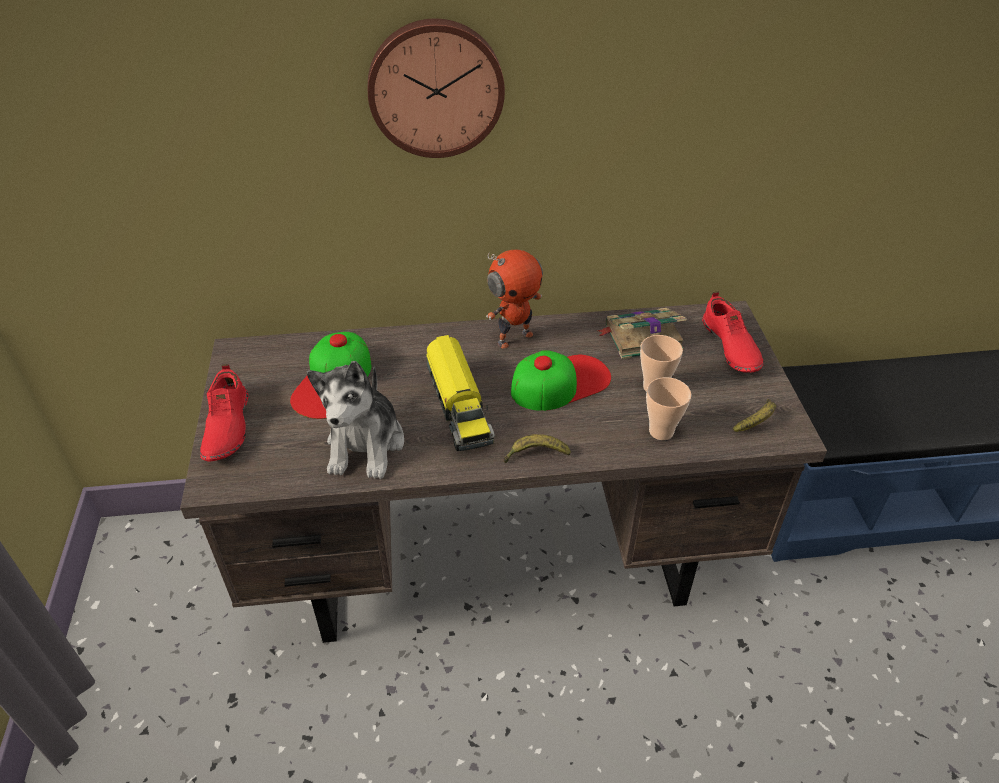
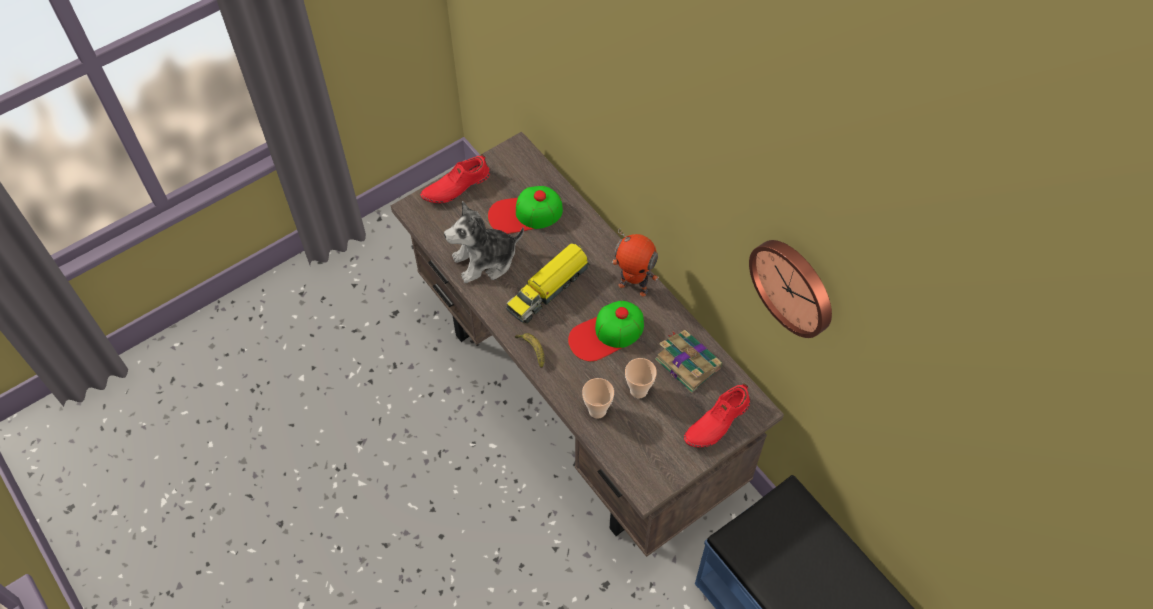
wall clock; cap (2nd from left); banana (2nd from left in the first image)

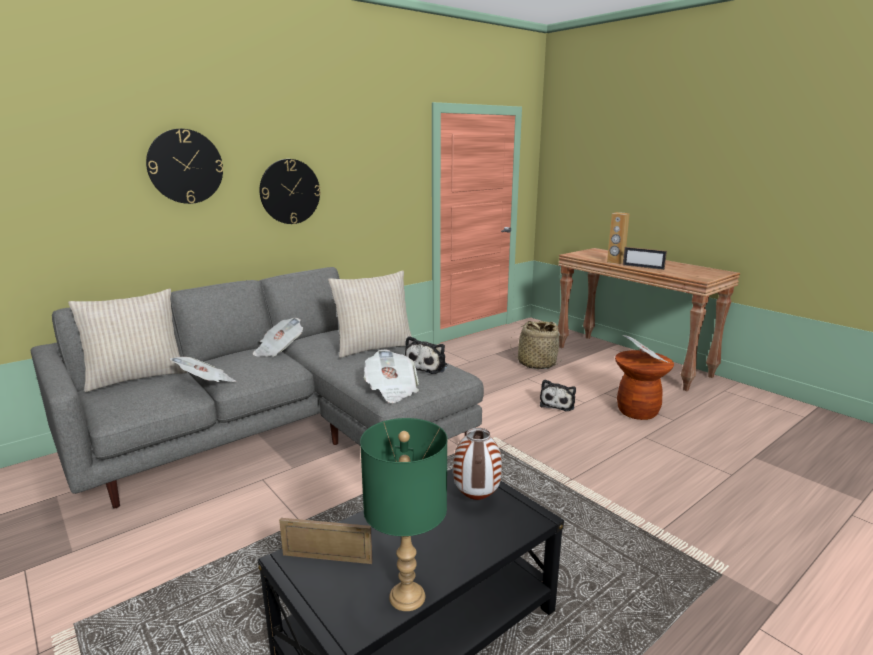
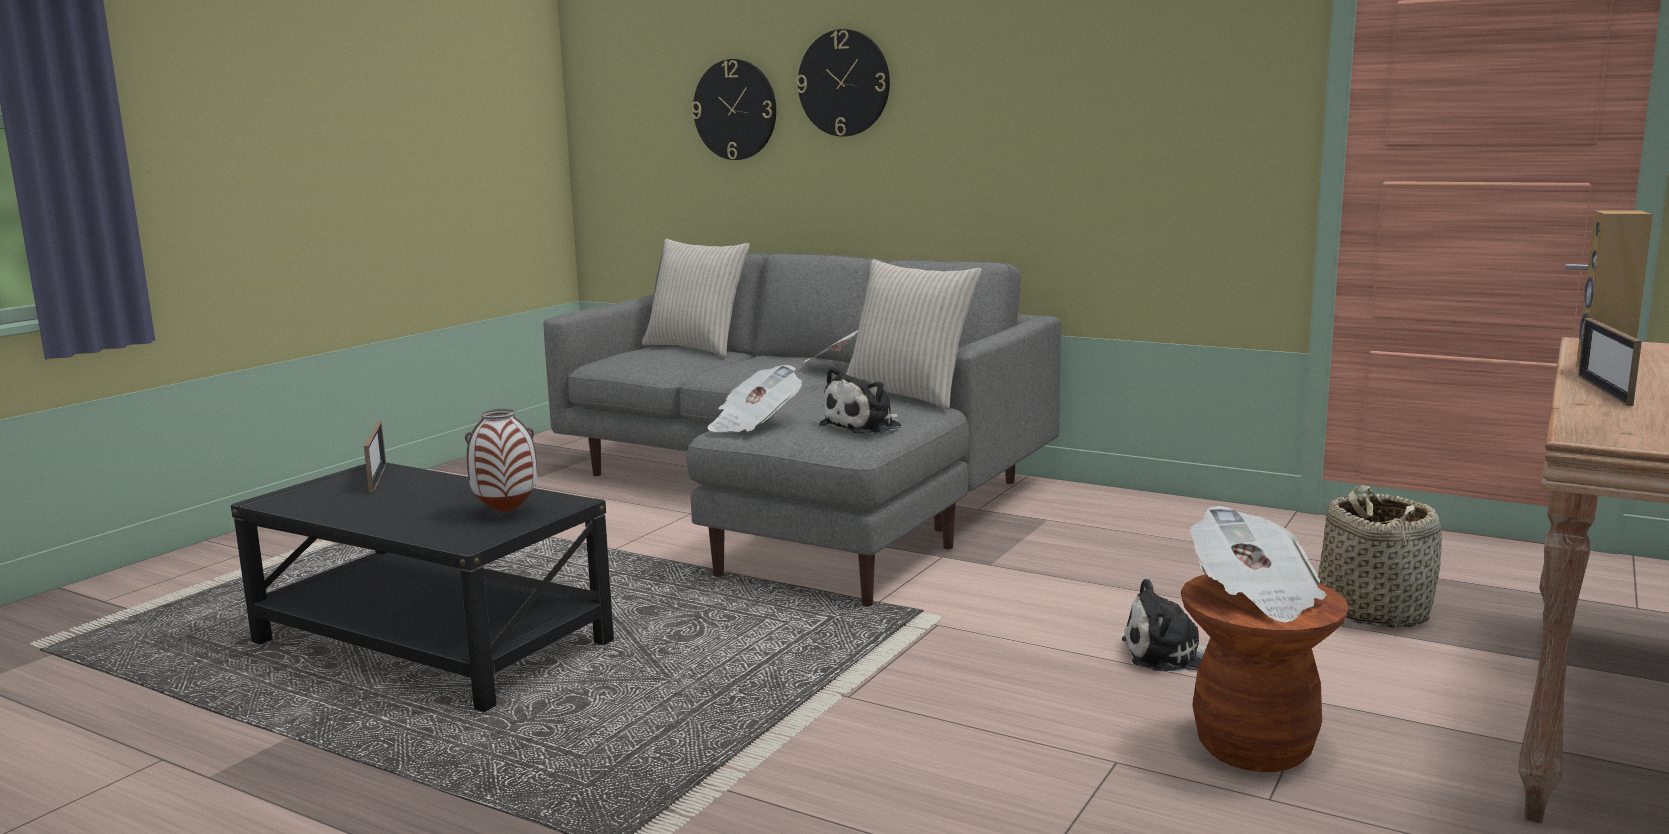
newspaper (1st from left in the first image); wall clock (1st from left); green table lamp; plush toy (1st from left)

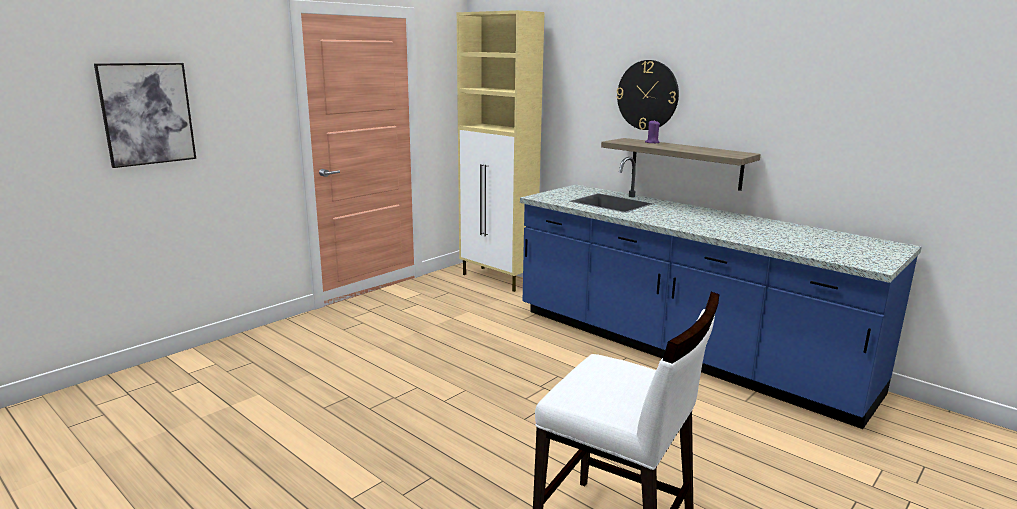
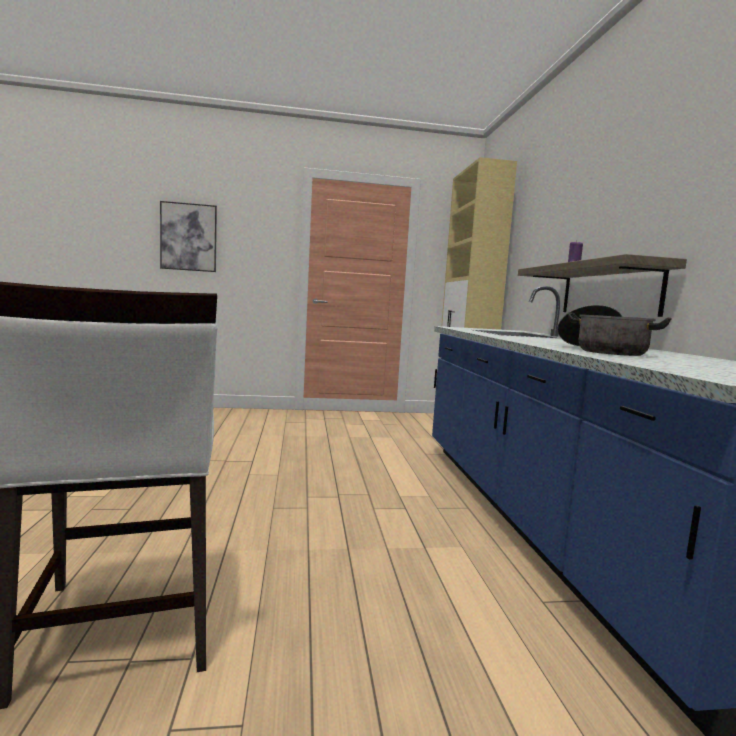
wall clock; cooking pot

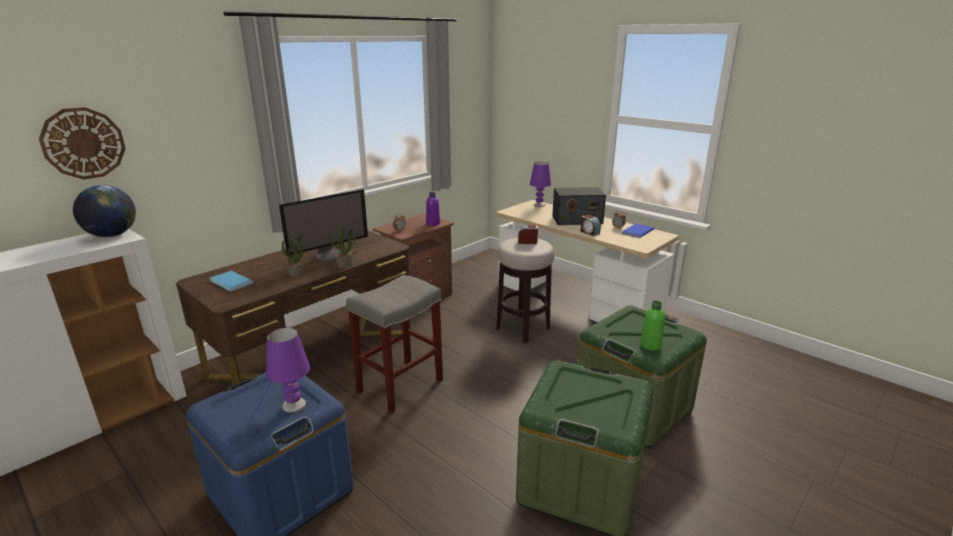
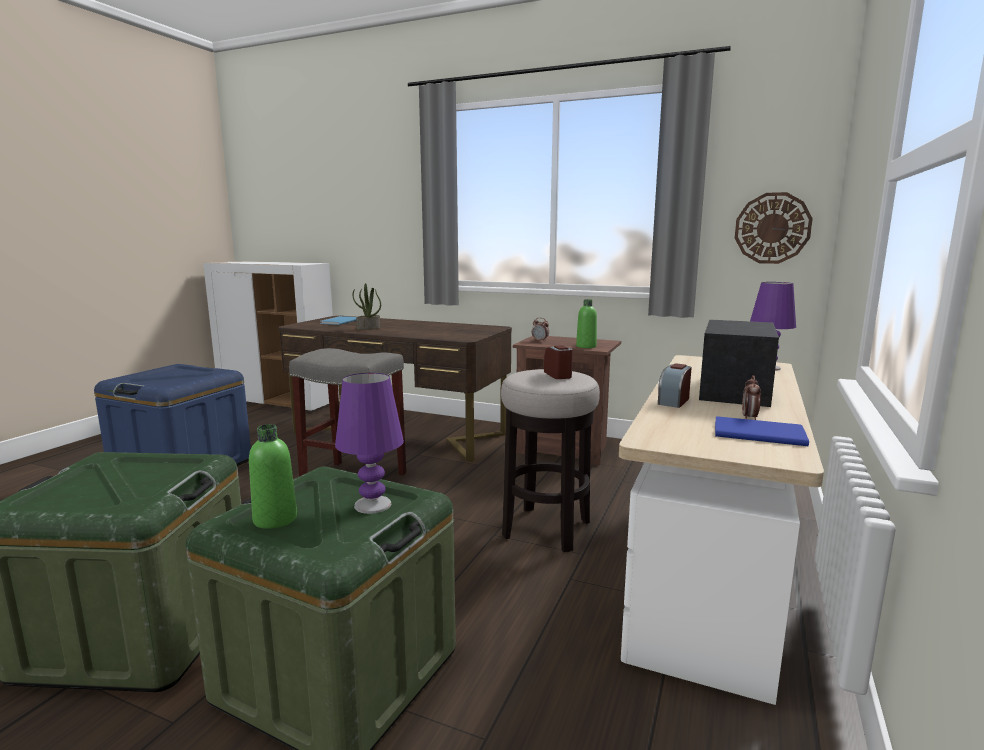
wall clock; globe; purple table lamp (1st from left); monitor; potted plant (2nd from left in the first image); green bottle (2nd from left); radio

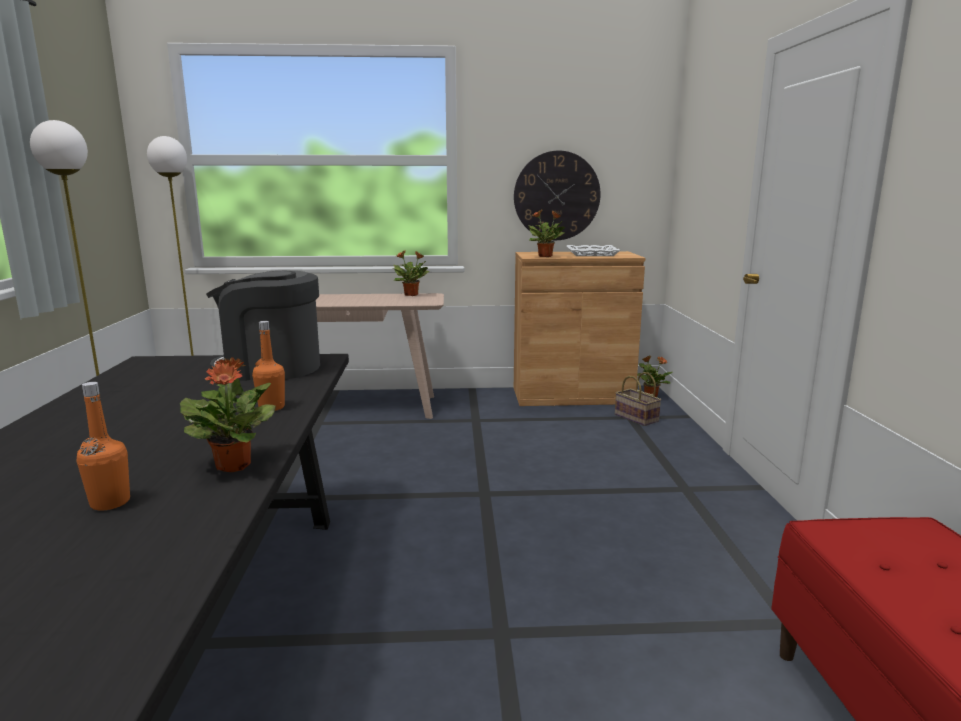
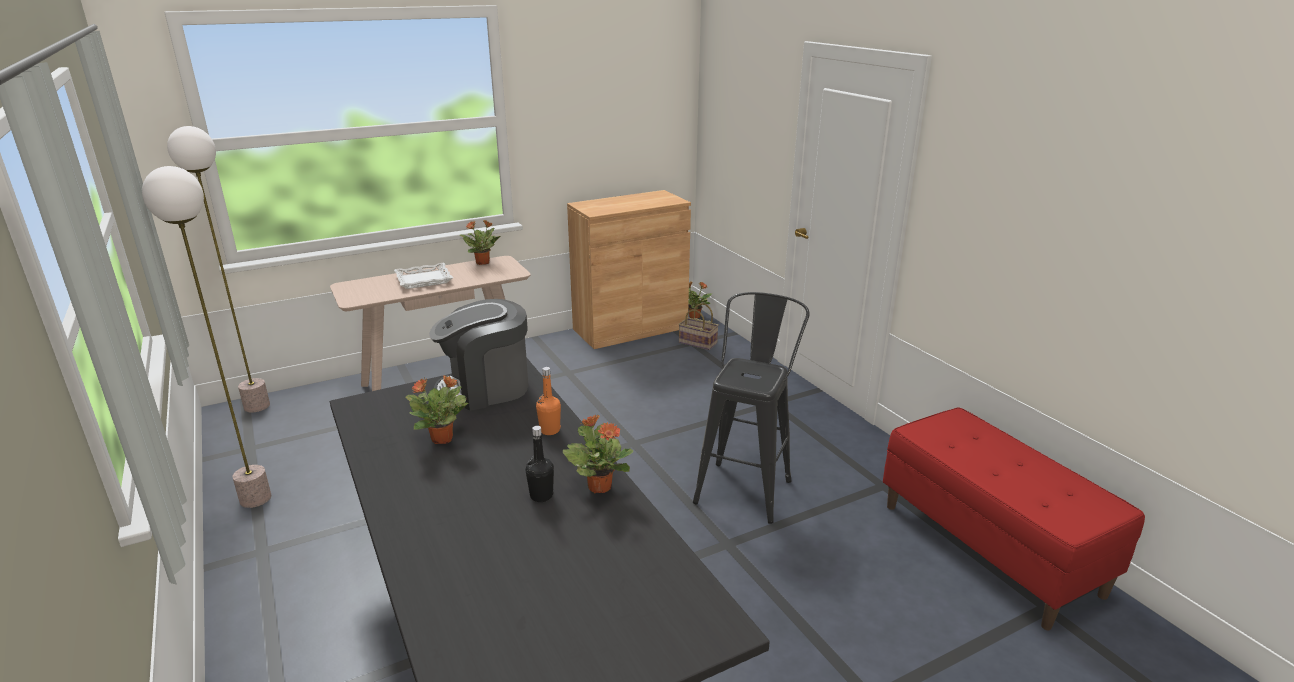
orange bottle (1st from left in the first image); wall clock; potted plant (1st from left); white tray; black bottle; black stool

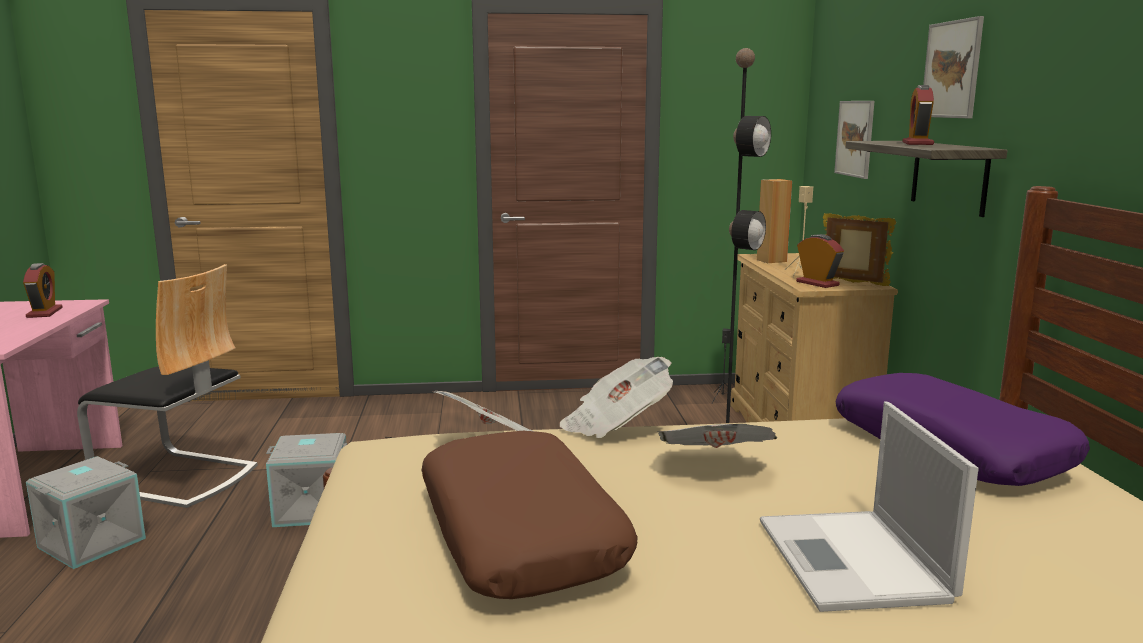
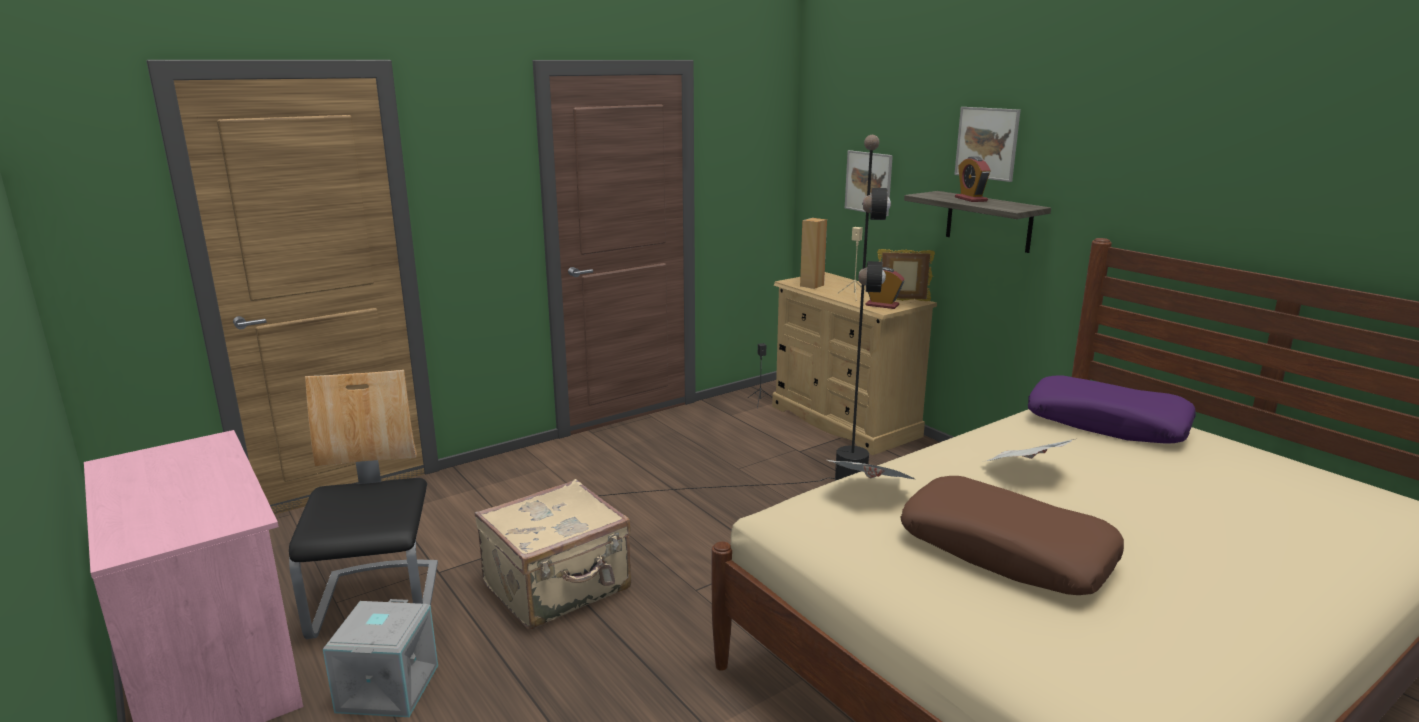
alarm clock (1st from left in the first image); chair; beige suitcase; newspaper (2nd from left in the first image); laptop

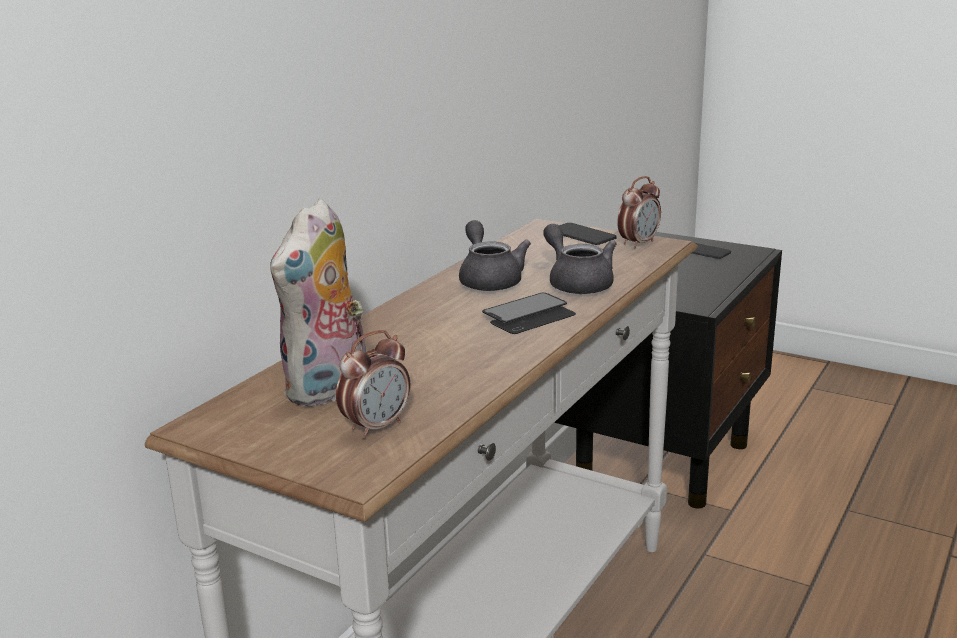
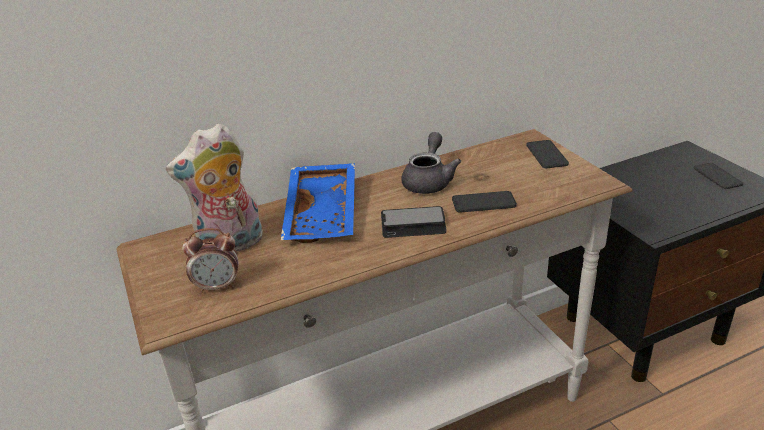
phone (2nd from left); alarm clock (2nd from left in the first image); blue tray

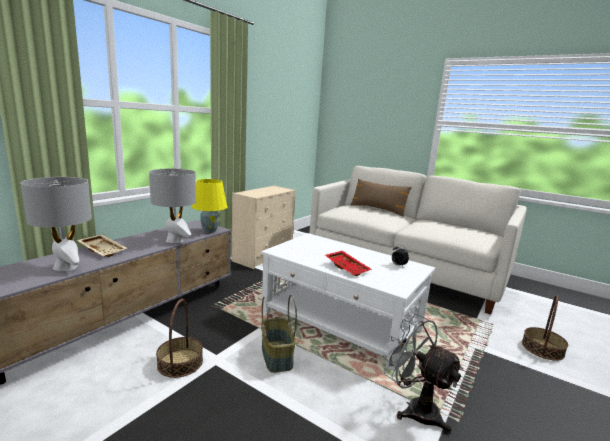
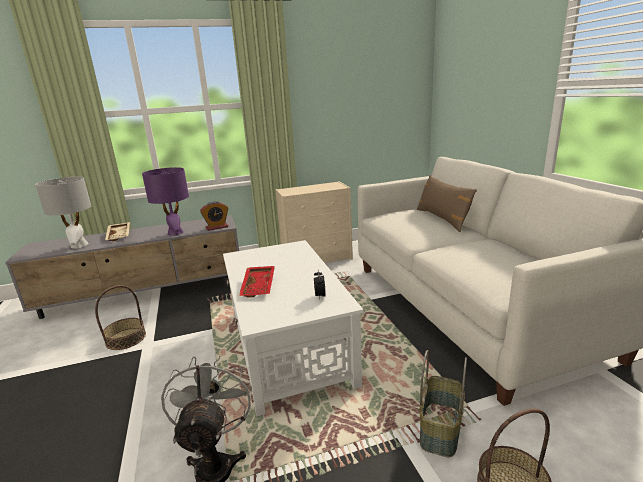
purple table lamp; alarm clock (1st from left); basket (2nd from left)

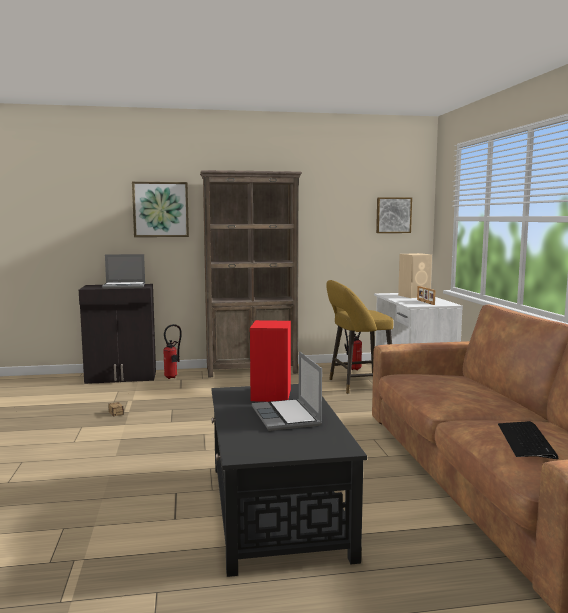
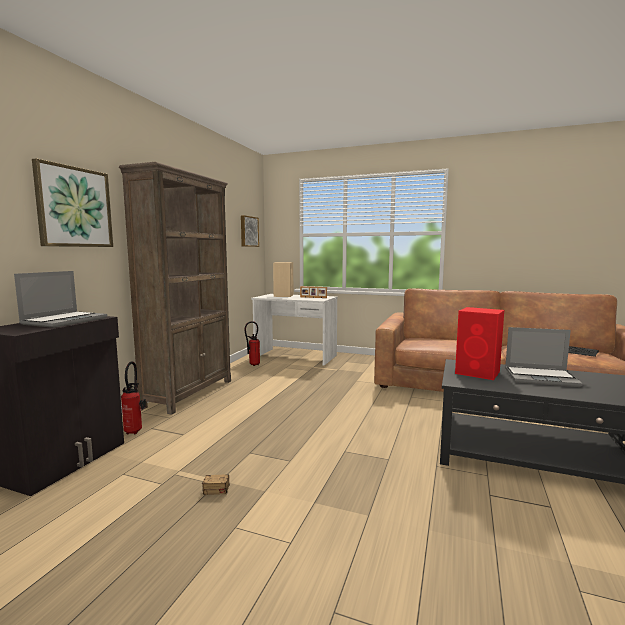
yellow stool

